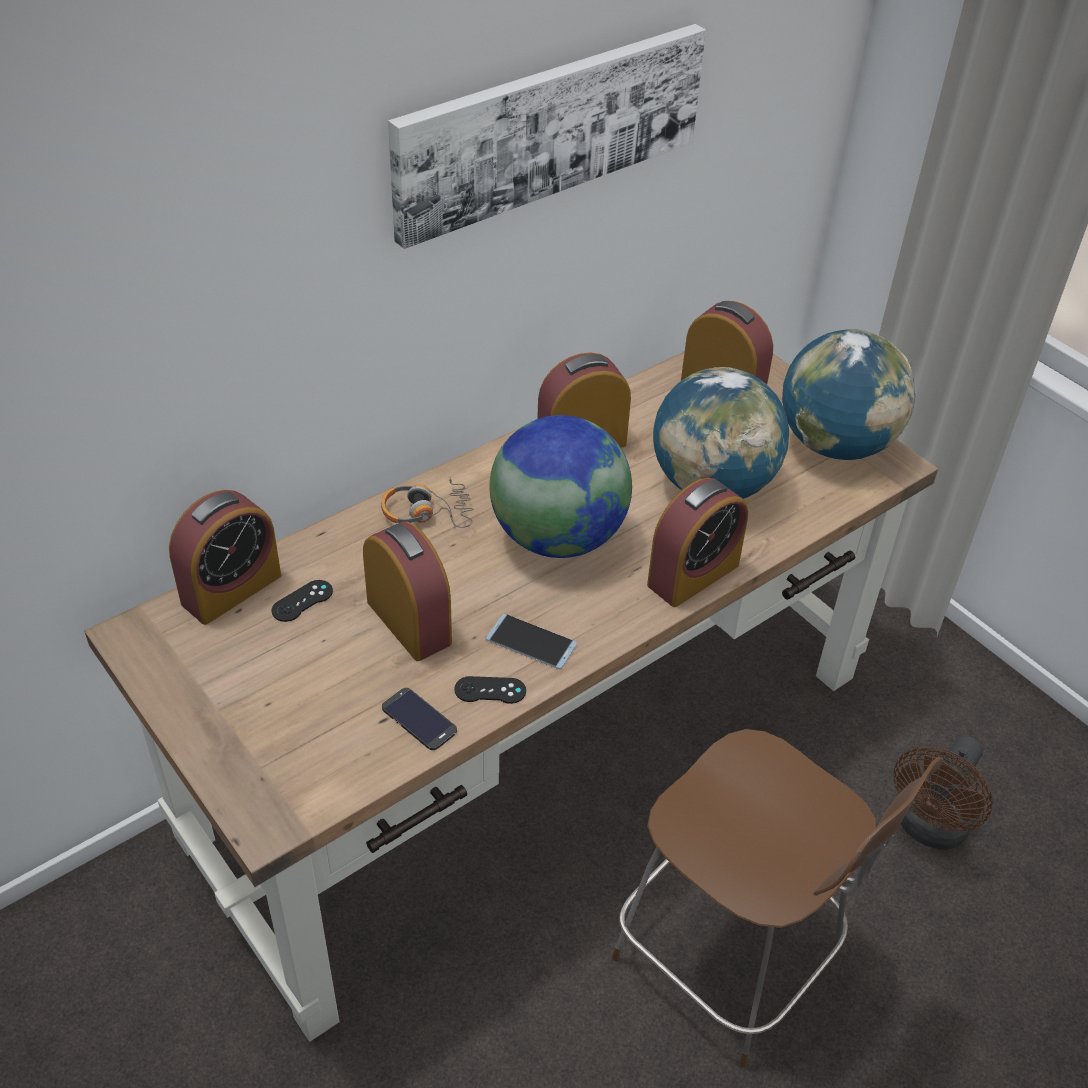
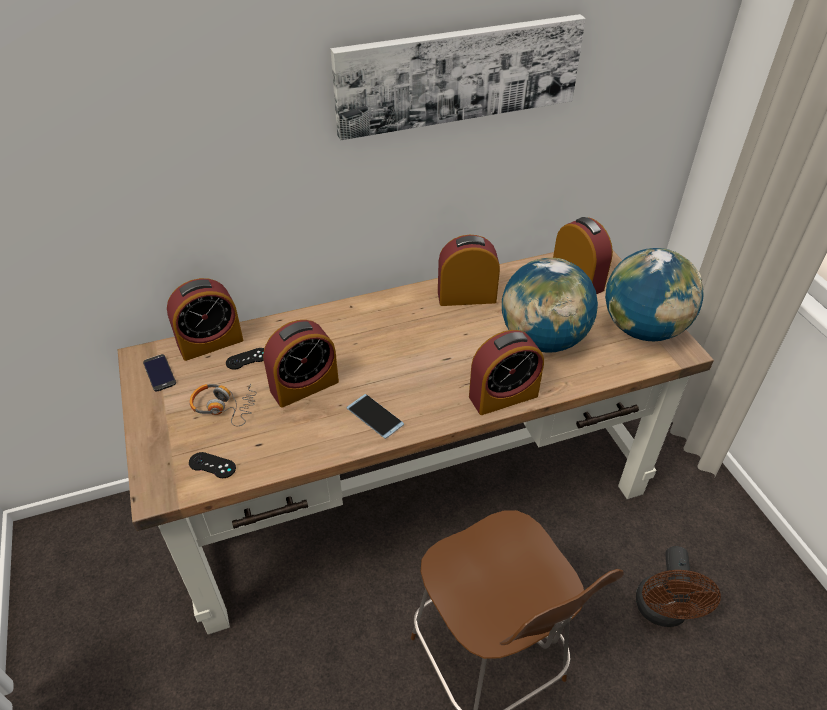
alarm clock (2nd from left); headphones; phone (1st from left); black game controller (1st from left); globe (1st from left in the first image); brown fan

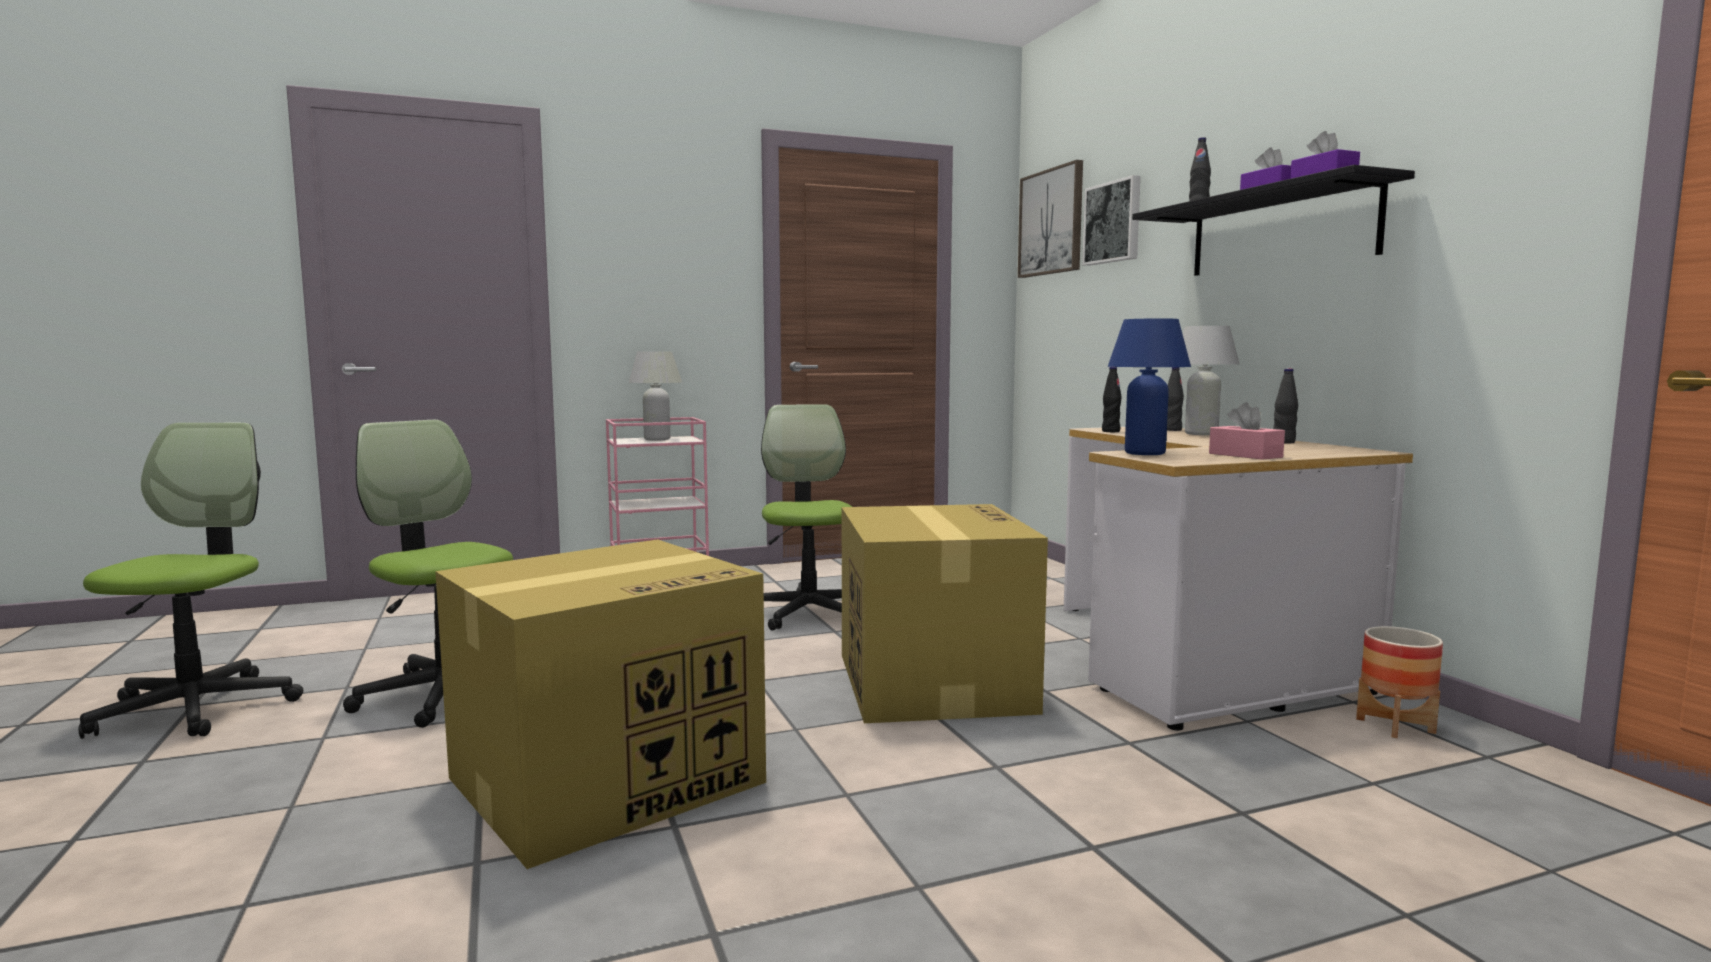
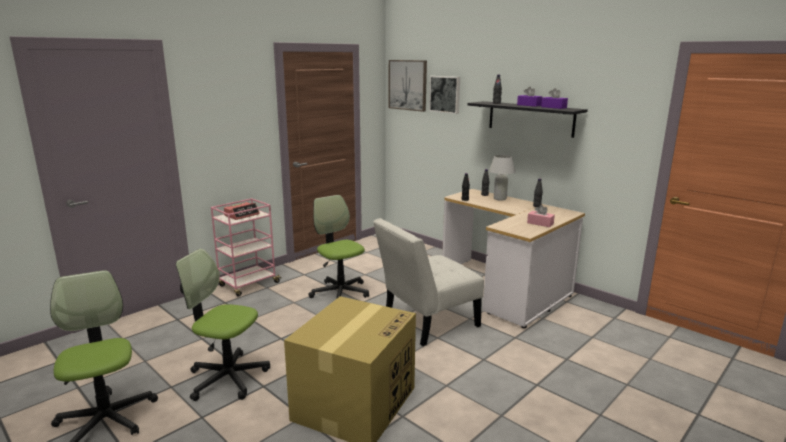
alarm clock; white chair; blue table lamp; planter

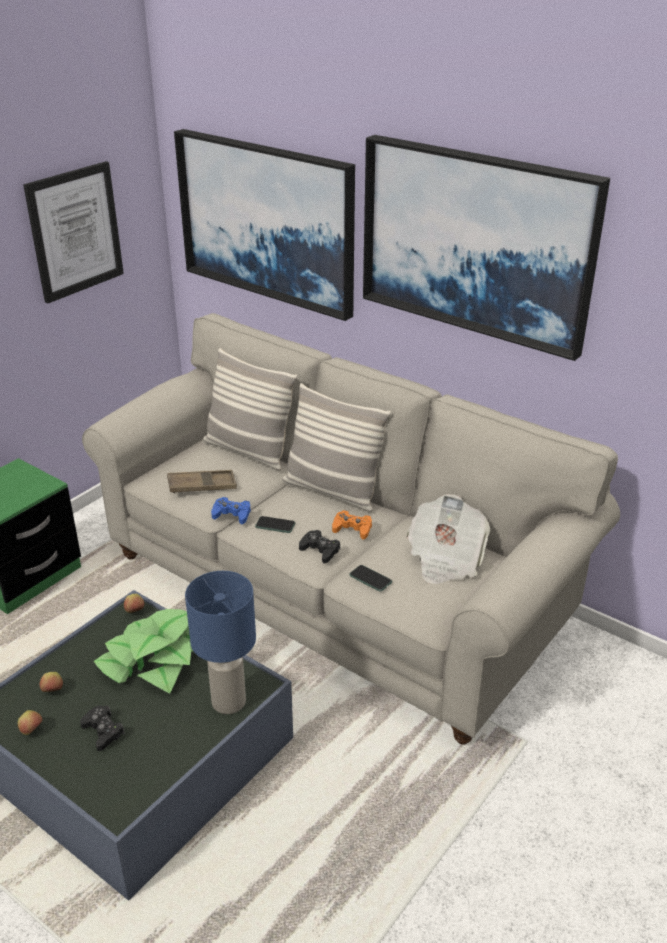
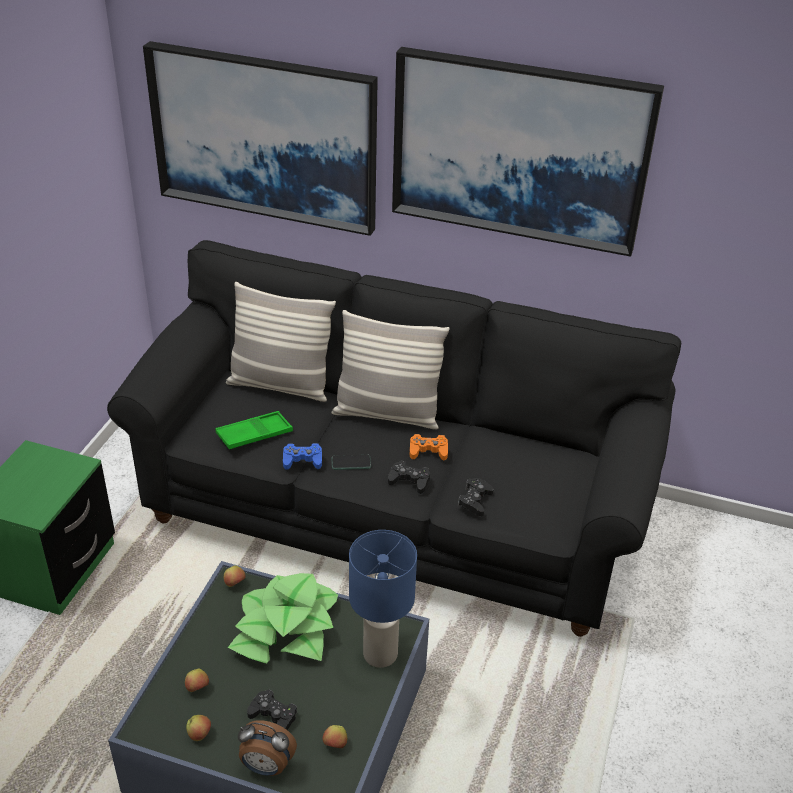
picture (1st from left in the first image); black sofa; green tray; black game controller (3rd from left); newspaper; alarm clock; apple (4th from left)

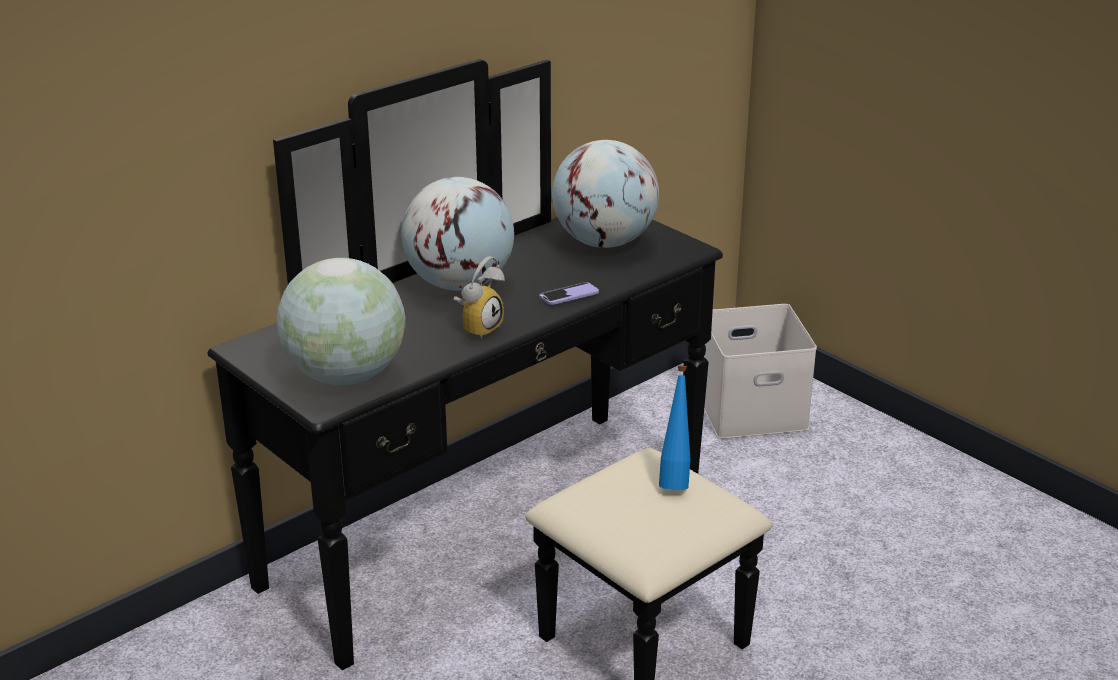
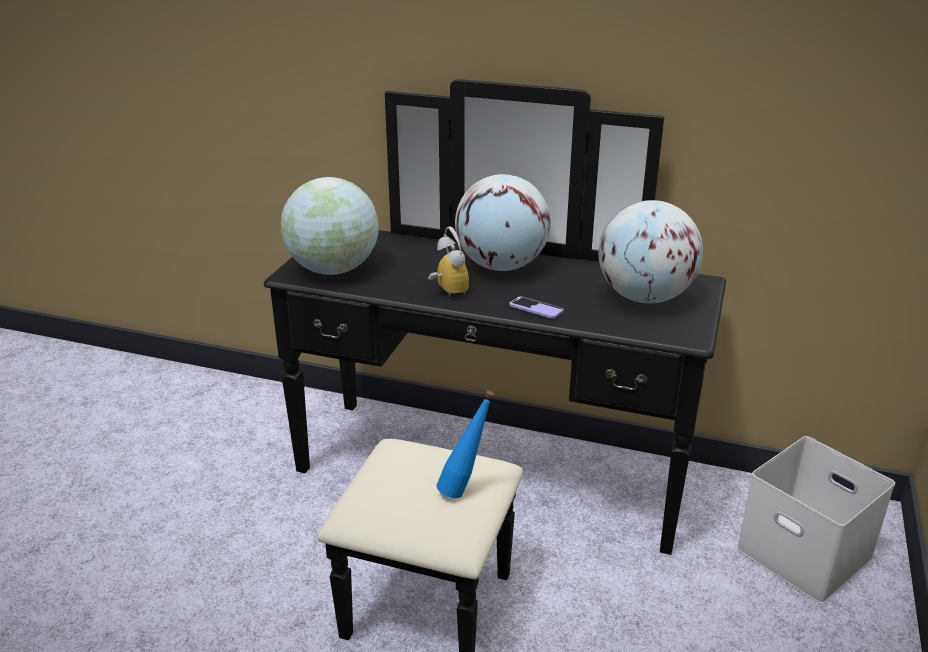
alarm clock

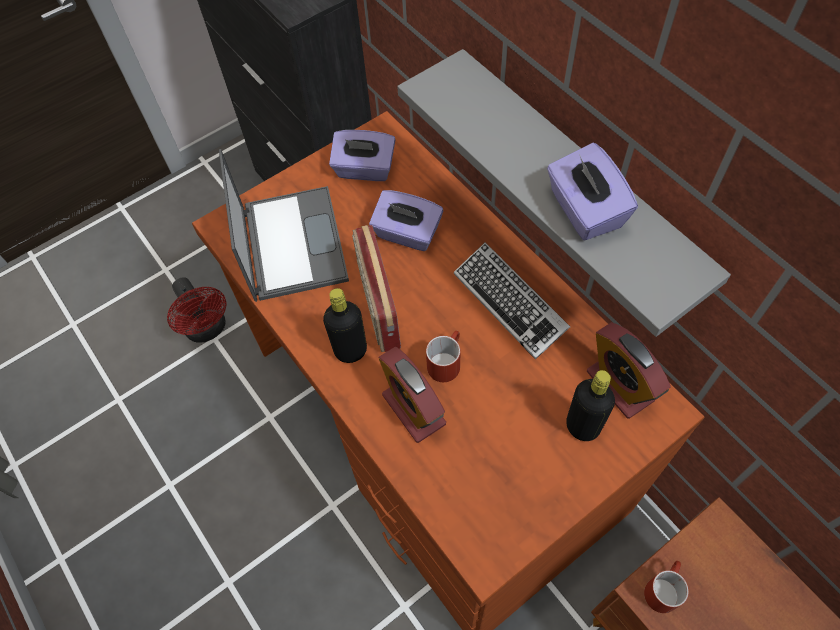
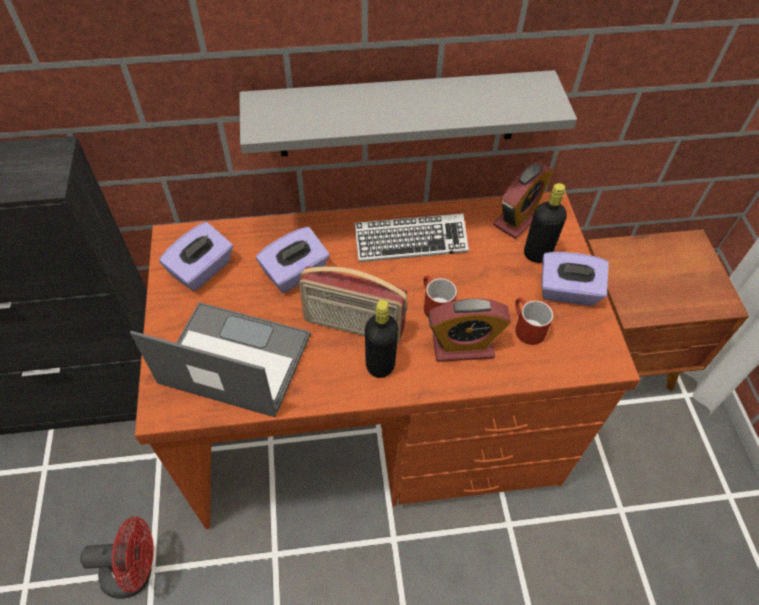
purple tissue box (3rd from left); alarm clock (2nd from left); red mug (2nd from left)

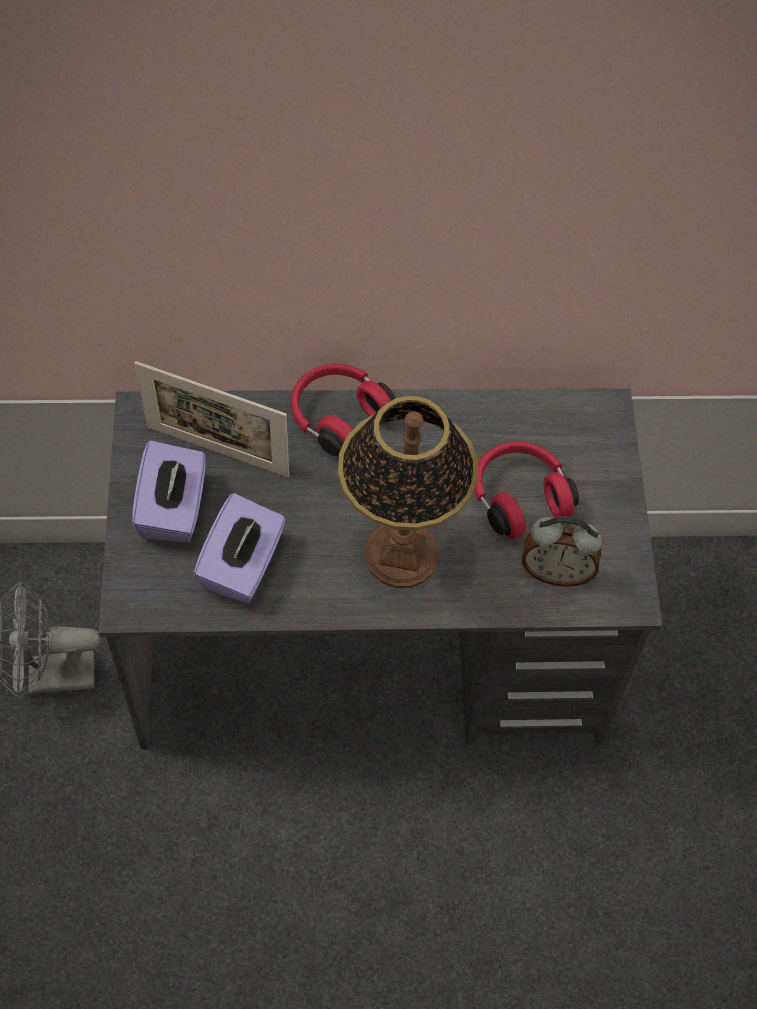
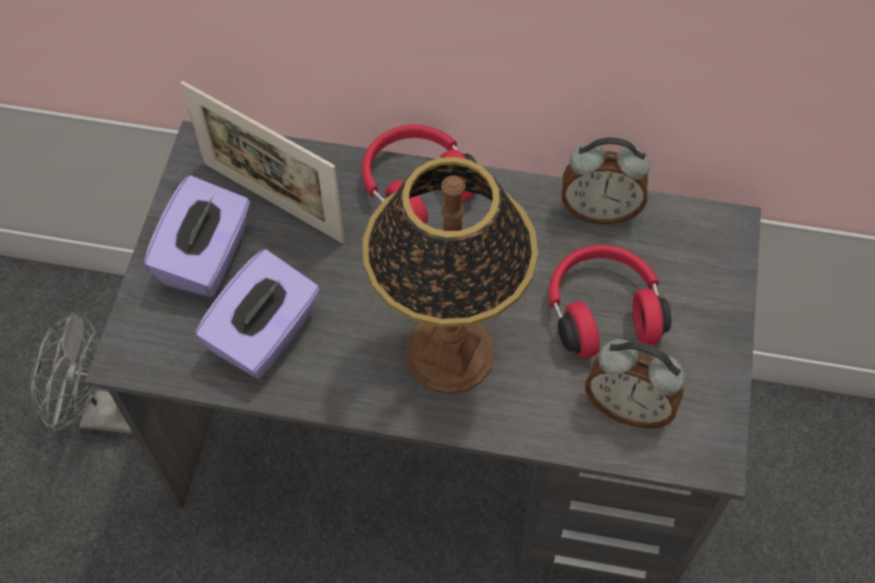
alarm clock (1st from left)

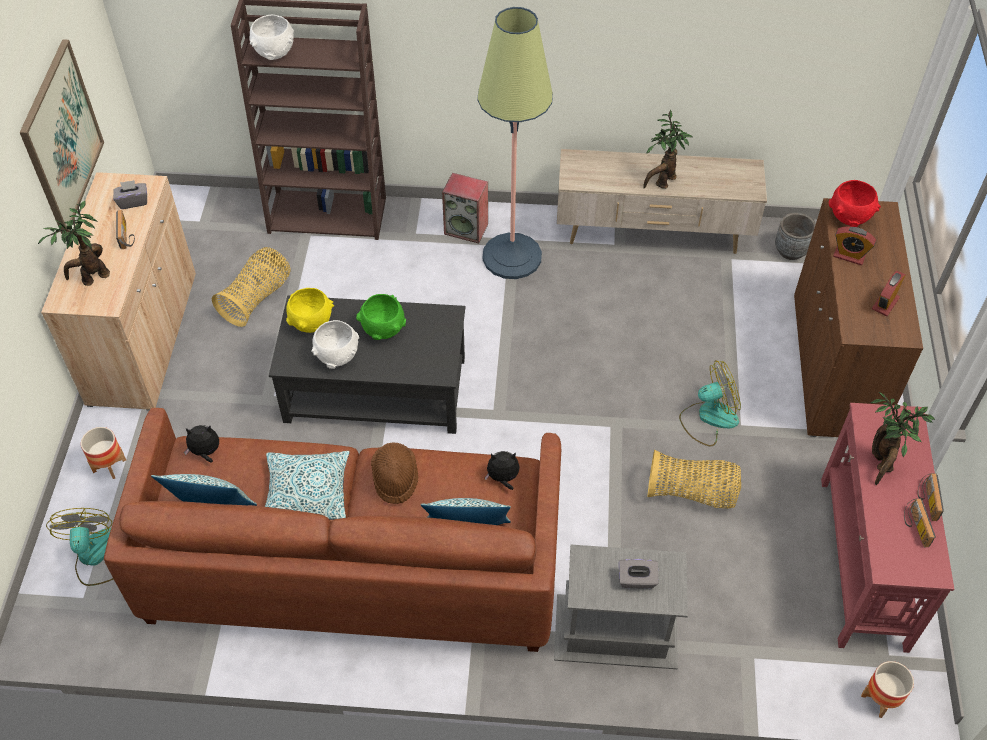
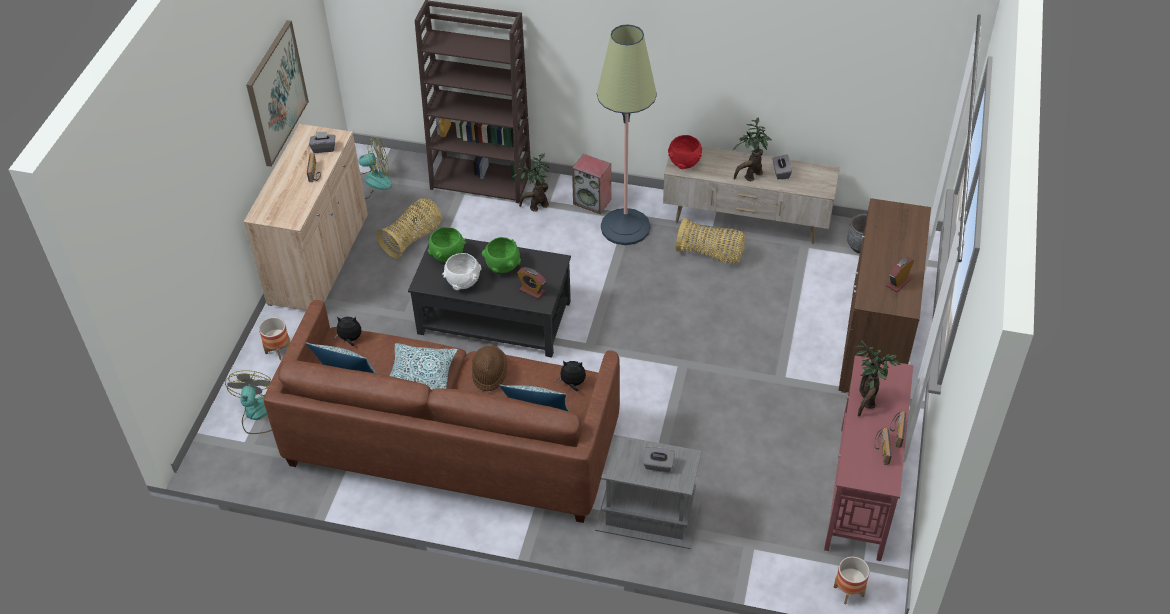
potted plant (1st from left); white bowl (1st from left in the first image); green bowl (1st from left); basket (2nd from left); fan (2nd from left); red bowl; alarm clock (1st from left); grey tissue box (3rd from left)

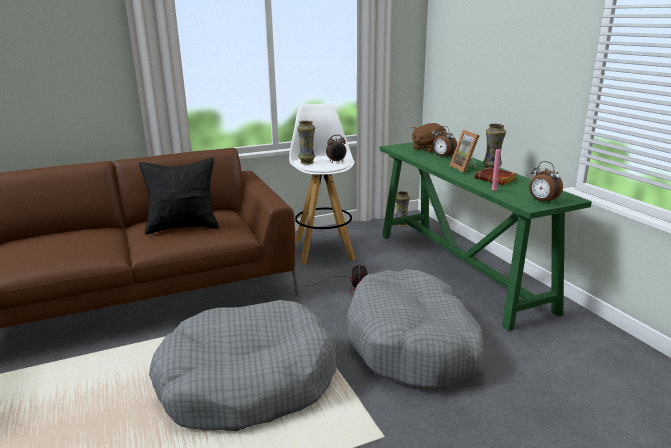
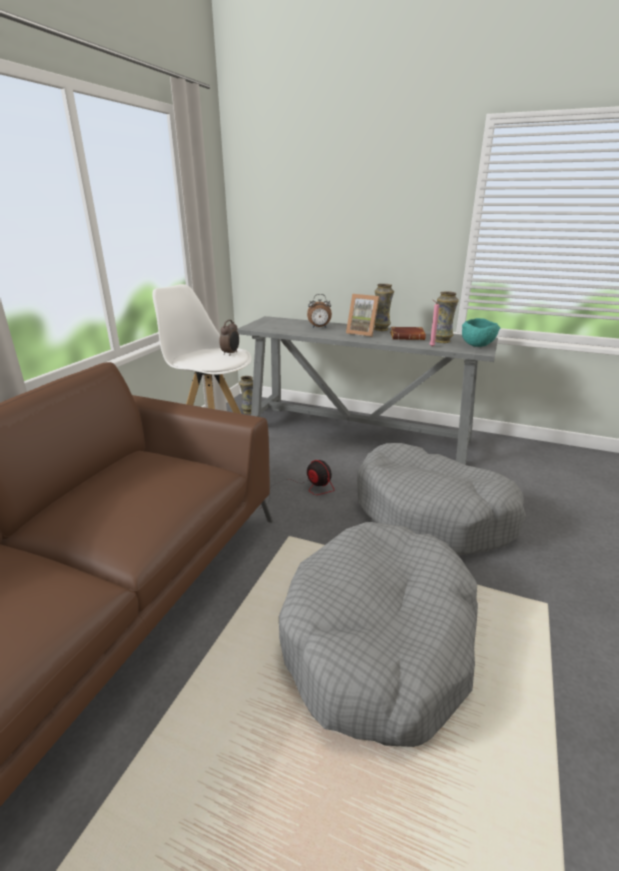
black pillow; vase (3rd from left); grey console table; brown plush toy; turquoise bowl

